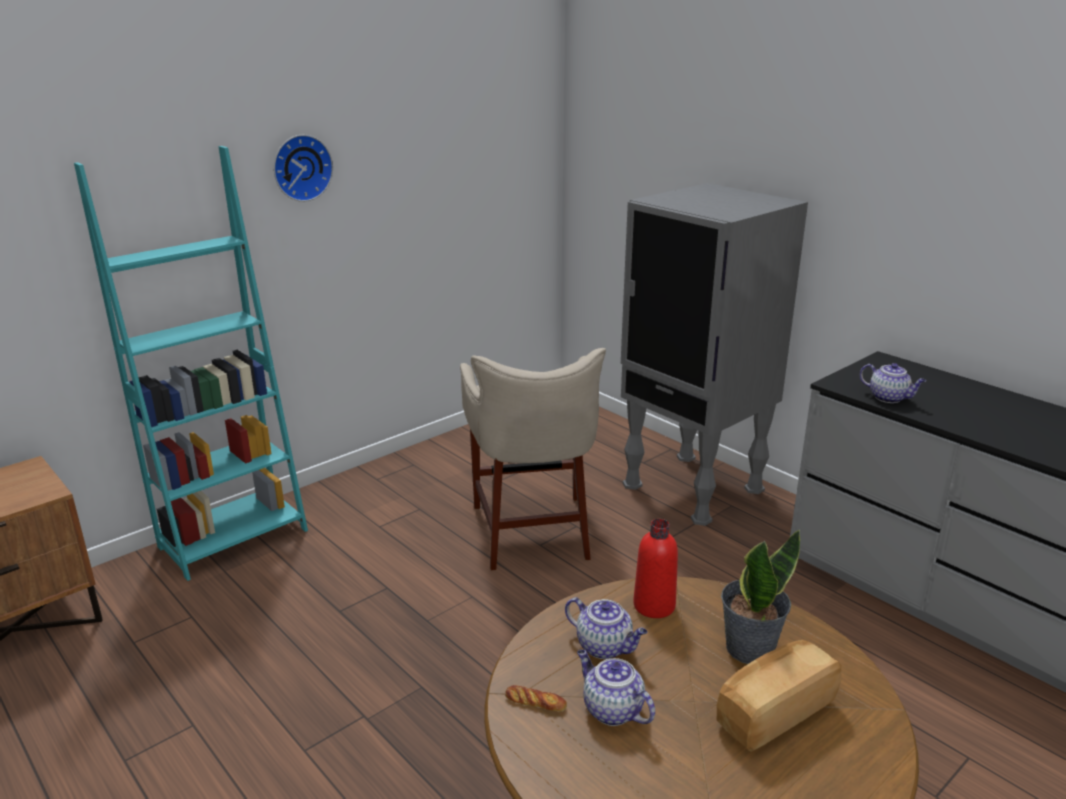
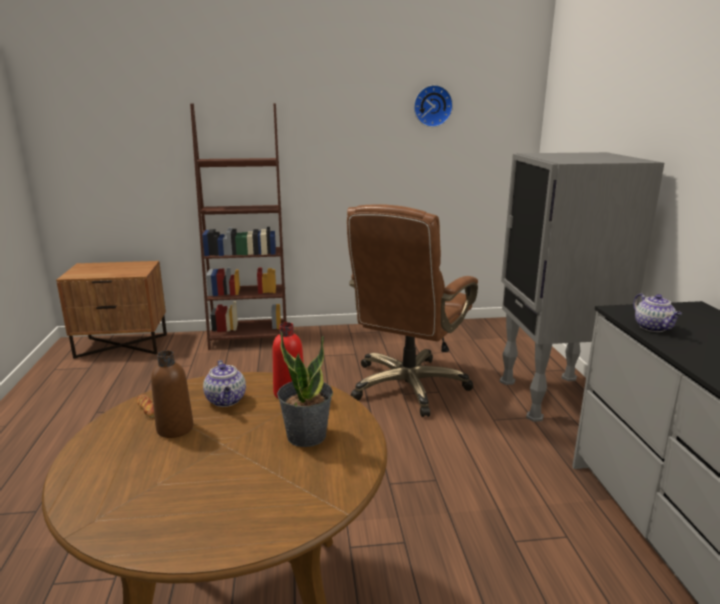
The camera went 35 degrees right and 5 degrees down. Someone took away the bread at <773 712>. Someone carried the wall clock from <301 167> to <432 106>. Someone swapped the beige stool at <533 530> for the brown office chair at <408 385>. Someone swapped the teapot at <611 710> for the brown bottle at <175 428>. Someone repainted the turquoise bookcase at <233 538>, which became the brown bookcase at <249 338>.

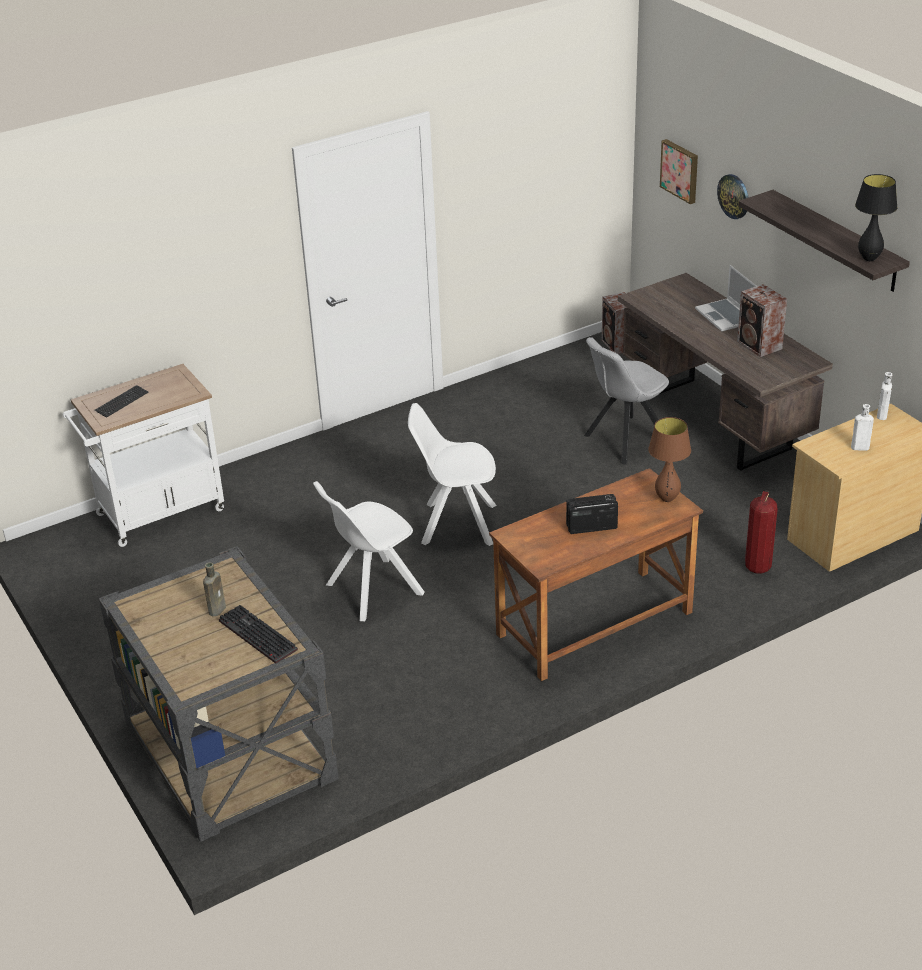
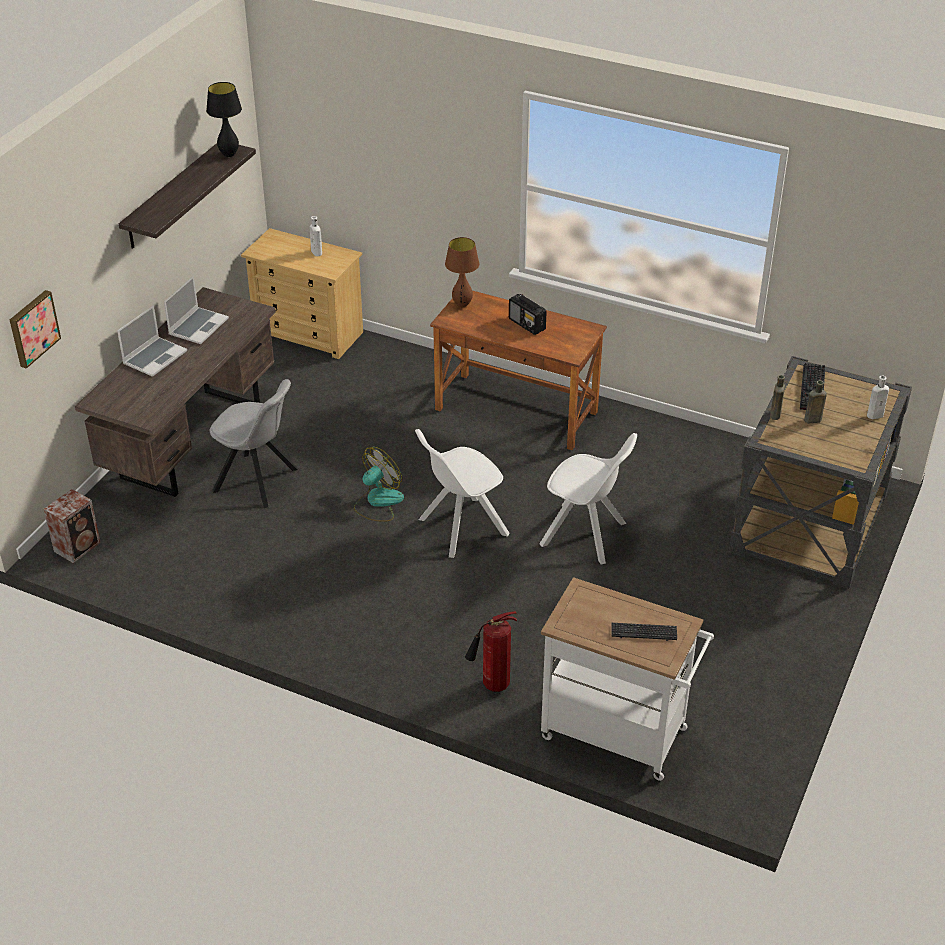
The camera went 125 degrees left and 5 degrees up. Someone took away the wall clock at <734 196>. Someone put down the fan at <378 502>. Someone put down the brown bottle at <775 413>. Someone carried the fire extinguisher from <757 566> to <492 686>. Someone carried the white bottle from <882 416> to <876 415>. Someone swapped the speaker at <760 346> for the laptop at <198 326>. Someone rotated the white chair at <456 524> by 90 degrees clockwise.

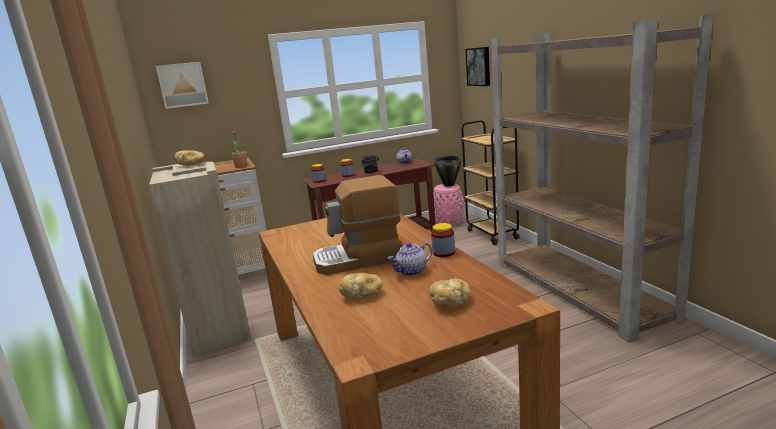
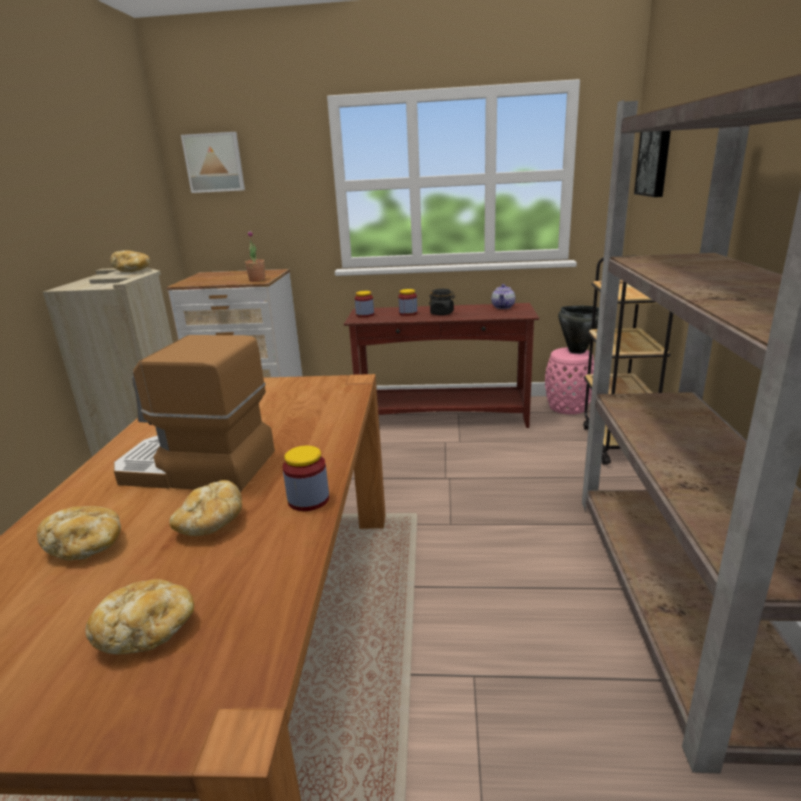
The camera went 25 degrees right and 5 degrees up. Someone swapped the teapot at <412 271> for the bread at <211 525>.

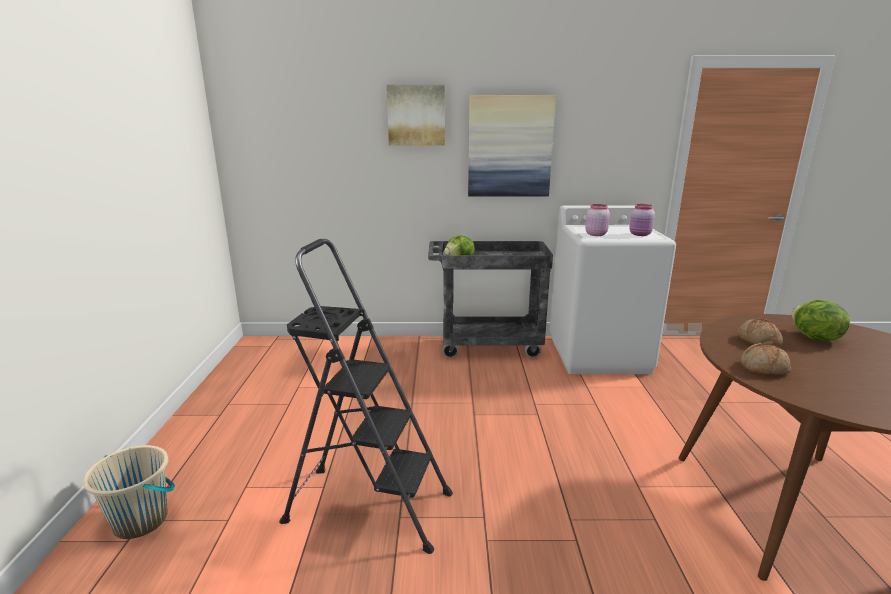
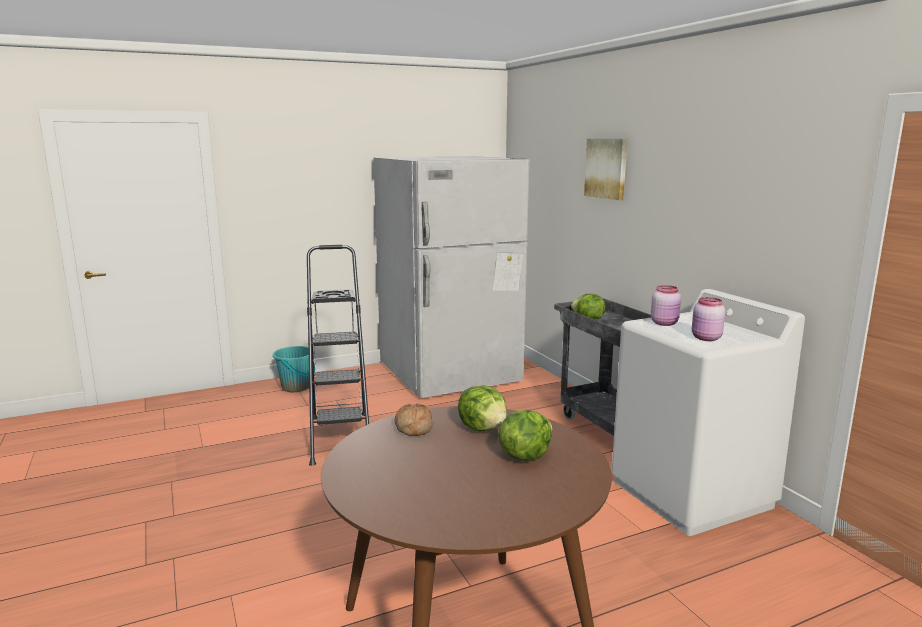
The camera went 65 degrees right and 5 degrees down. Someone took away the picture at <509 147>. Someone put down the white fridge at <450 373>. Someone swapped the bread at <757 341> for the lettuce at <483 428>. Someone repainted the beige bucket at <141 520>, which became the turquoise bucket at <296 387>.

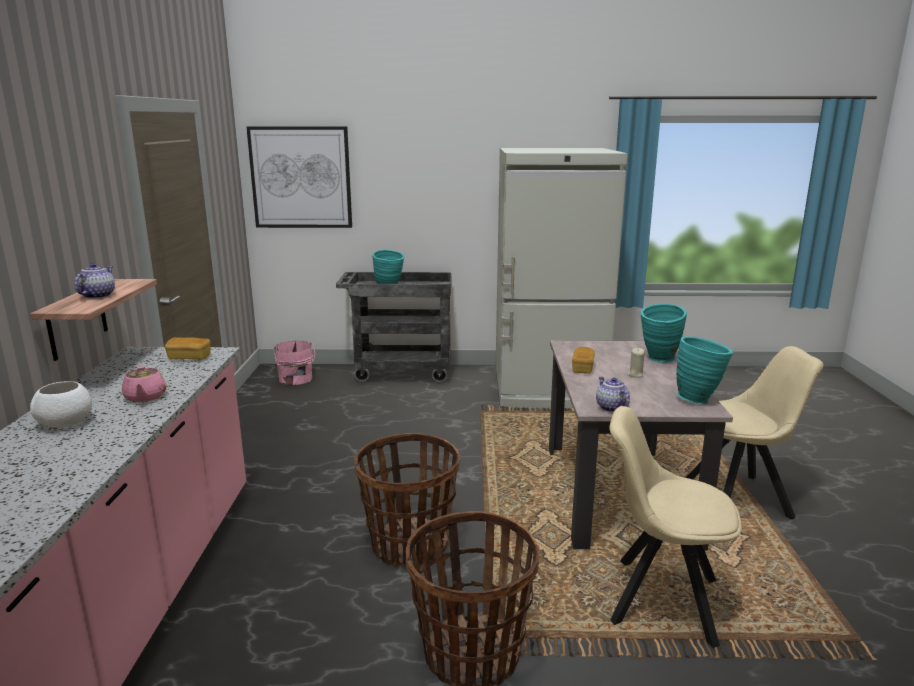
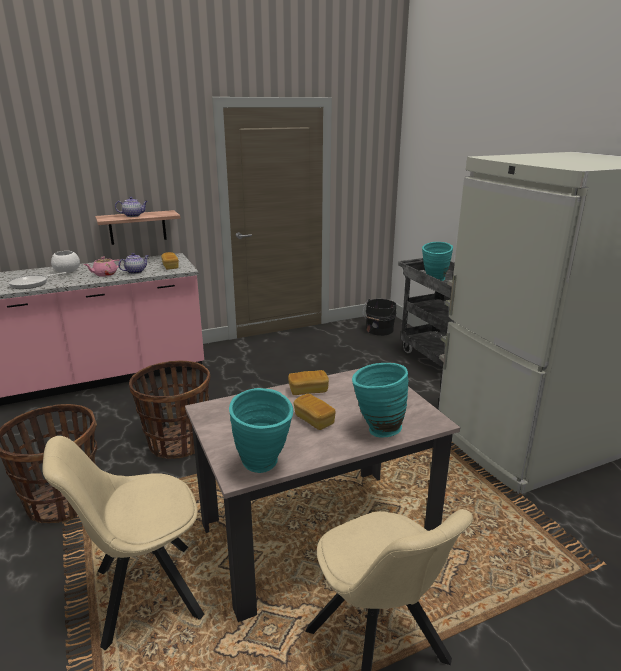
The camera went 65 degrees right and 5 degrees up. Someone took away the picture at <301 177>. Someone put down the frying pan at <32 284>. Someone carried the teapot from <611 407> to <135 272>. Someone swapped the beige candle at <635 374> for the bread at <314 420>. Someone repainted the pink bucket at <295 379>, which became the black bucket at <379 330>. Someone rotated the beige chair at <660 599> by 105 degrees counterclockwise.

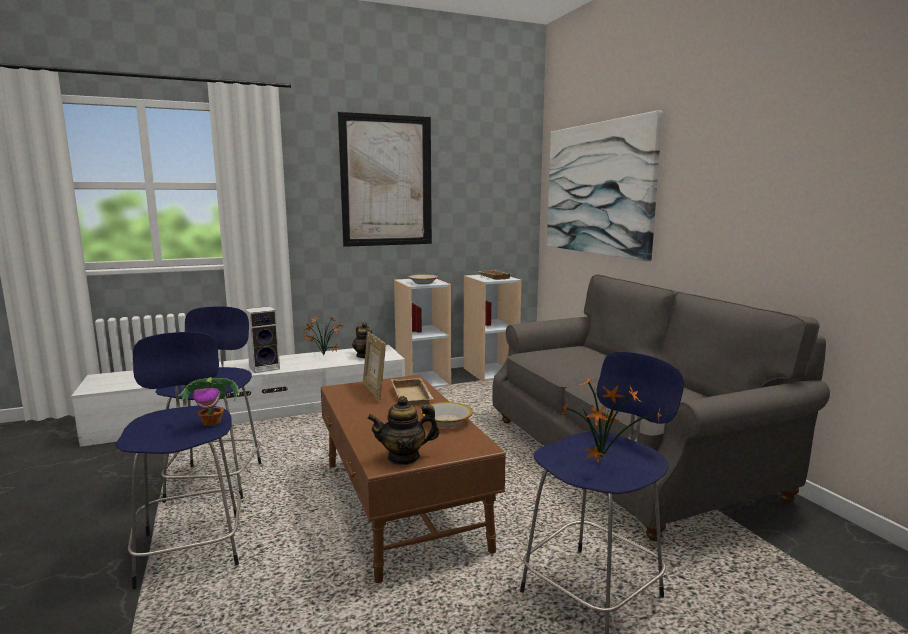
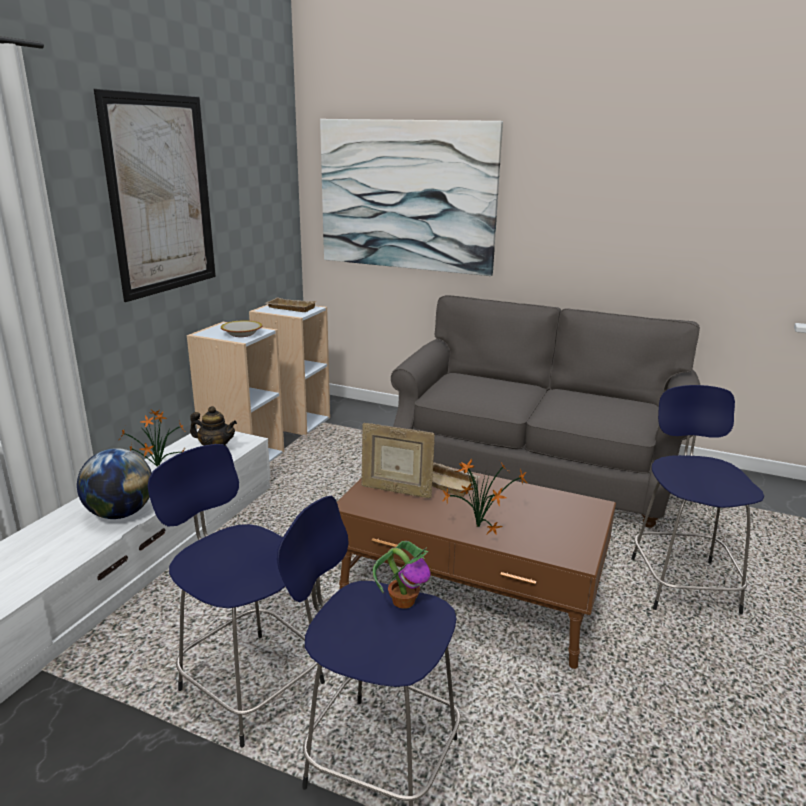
The camera went 45 degrees left and 10 degrees up. Someone took away the teapot at <404 457>. Someone took away the bowl at <446 421>. Someone carried the potted plant from <602 457> to <477 526>. Someone swapped the speaker at <265 368> for the globe at <120 513>.

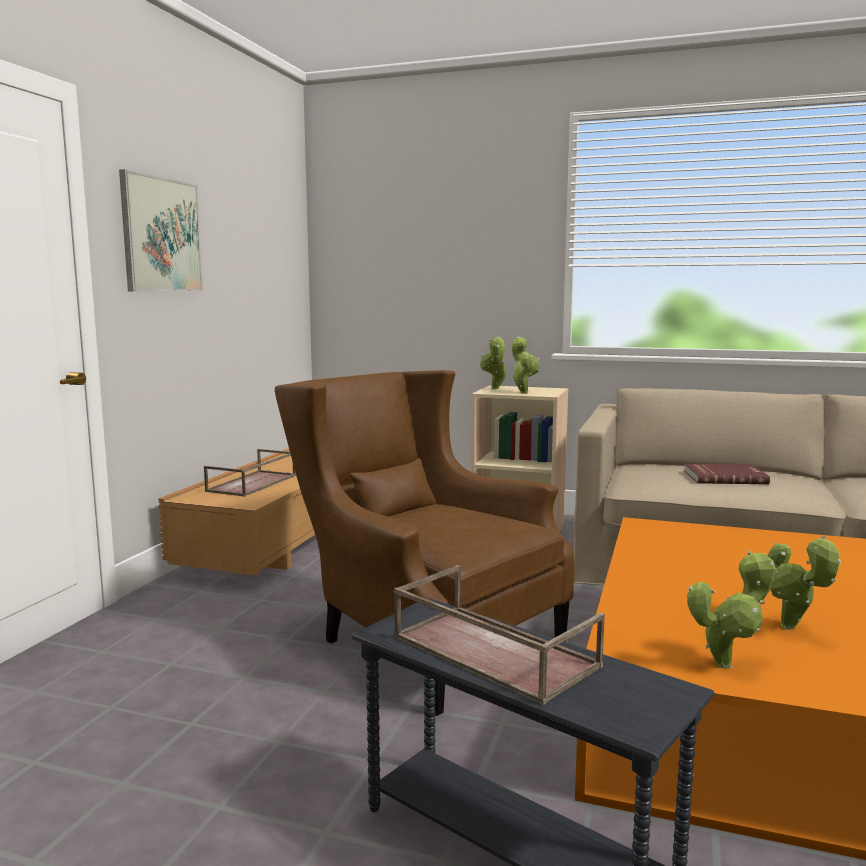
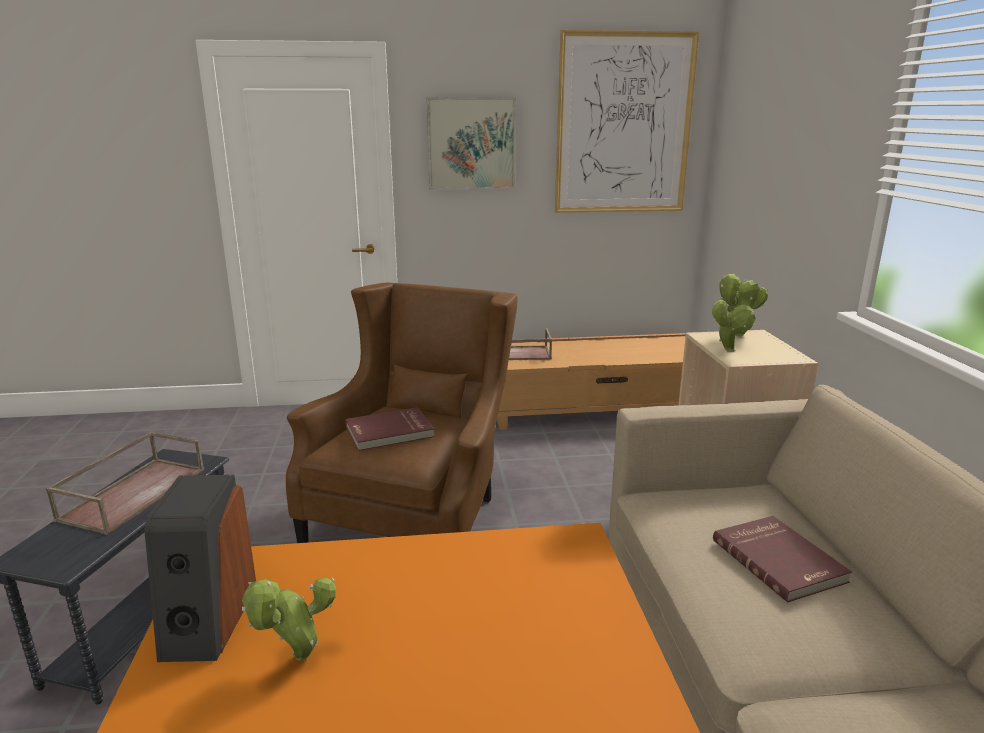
The camera went 65 degrees right and 10 degrees up. Someone put down the red book at <390 432>. Someone put up the picture at <623 124>. Someone swapped the potted plant at <728 663> for the speaker at <208 620>.

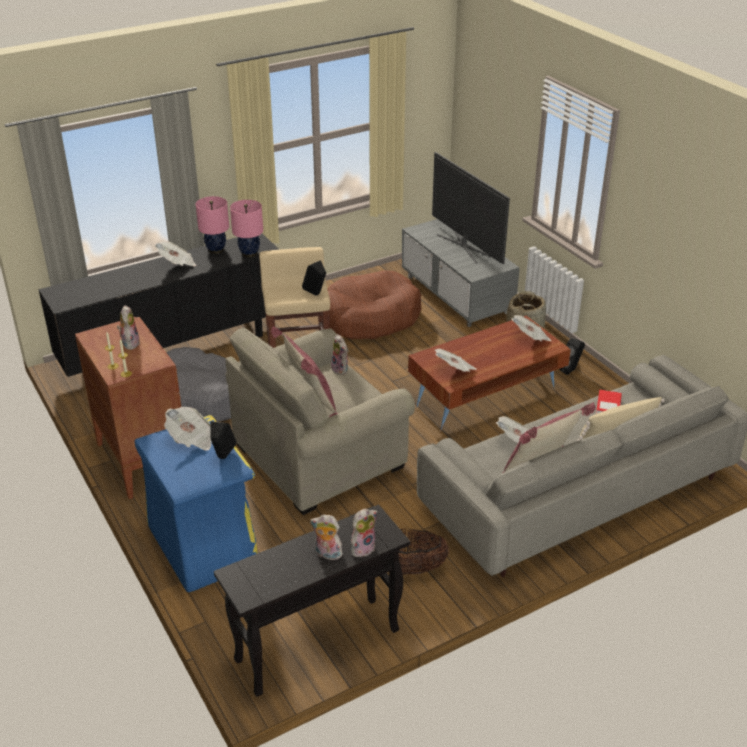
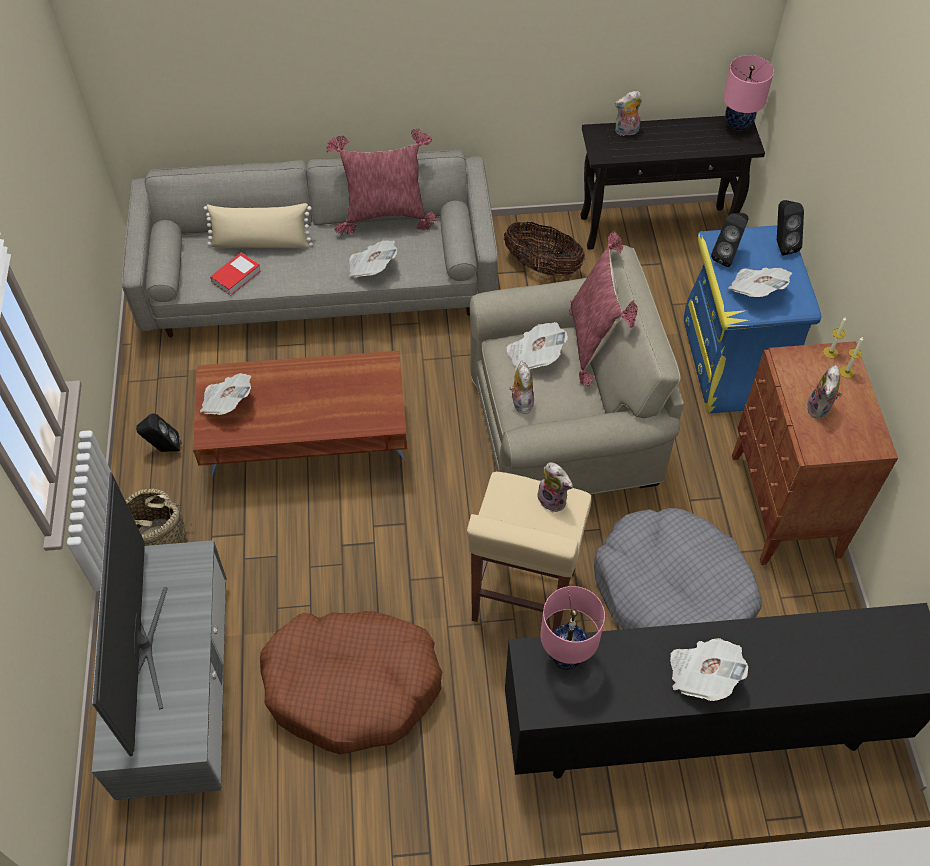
The camera went 155 degrees left and 20 degrees up. Someone carried the pink table lamp from <215 250> to <737 126>. Someone carried the black speaker from <316 295> to <781 244>. Someone carried the plush toy from <327 554> to <554 499>. Someone carried the newspaper from <455 370> to <534 356>.

